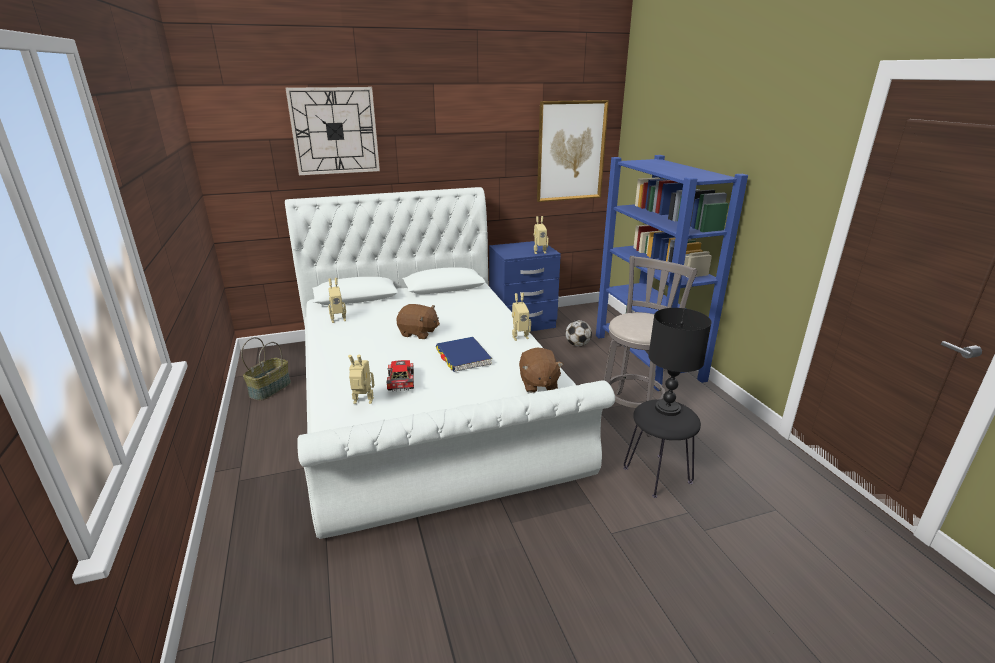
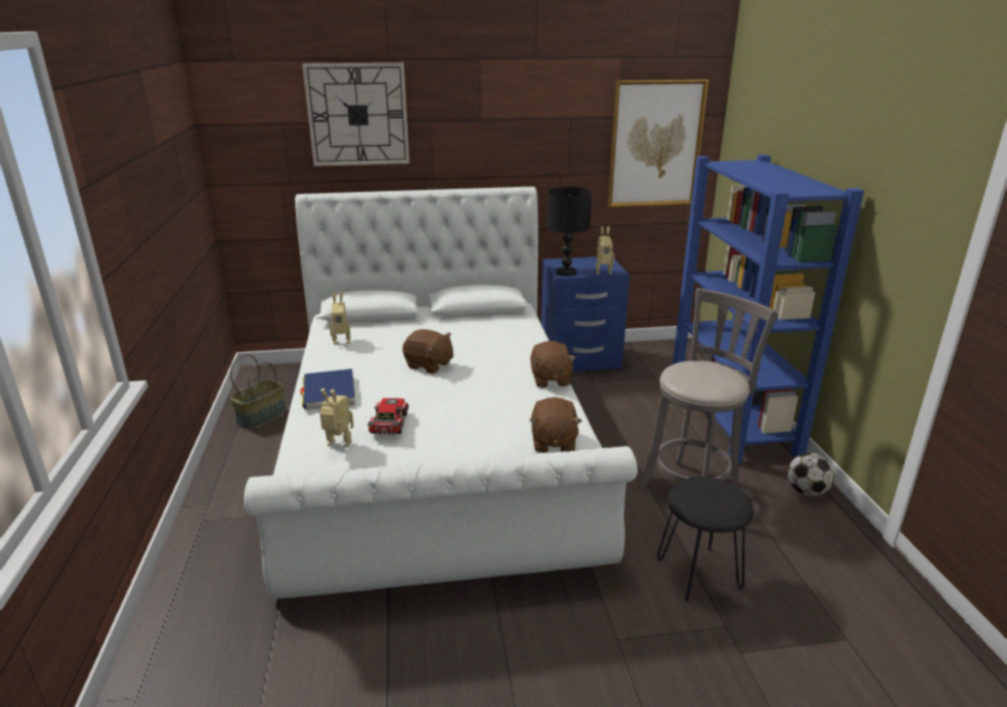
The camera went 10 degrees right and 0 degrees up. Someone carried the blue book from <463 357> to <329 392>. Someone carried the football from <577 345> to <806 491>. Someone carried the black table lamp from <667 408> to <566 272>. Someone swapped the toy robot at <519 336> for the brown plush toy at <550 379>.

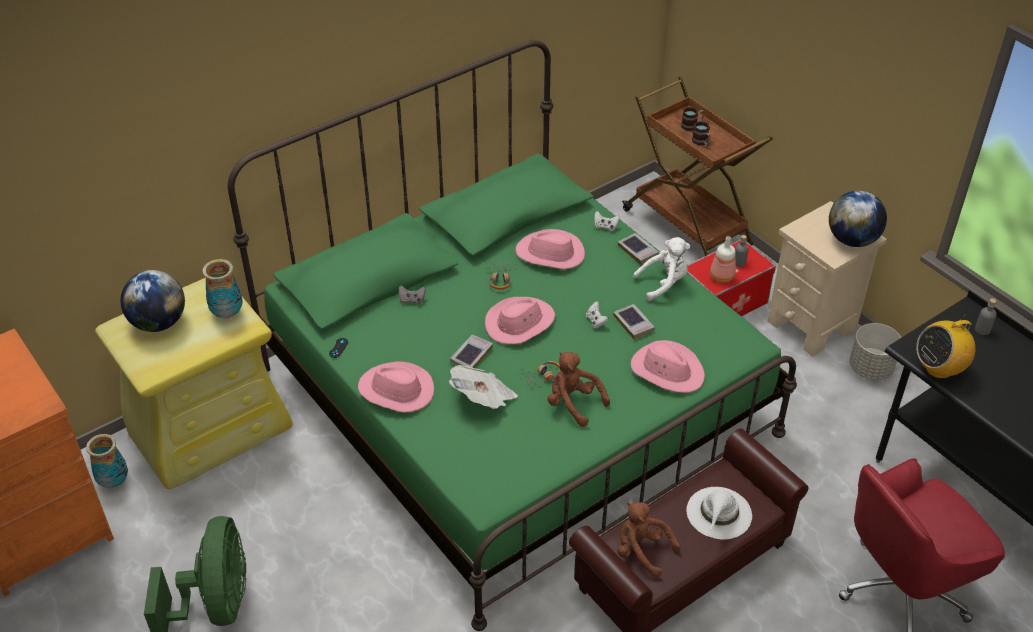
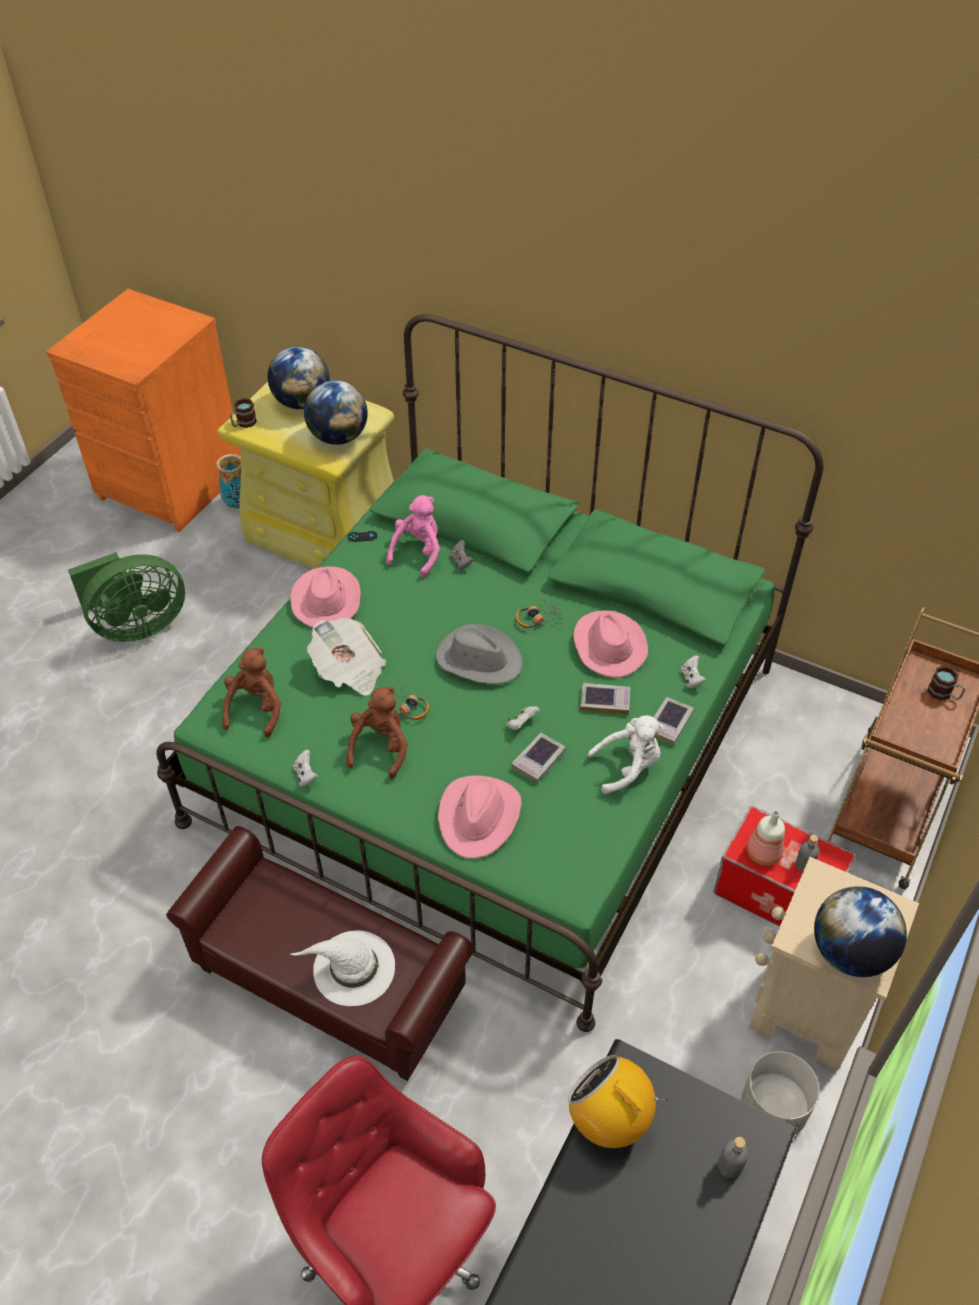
The camera went 65 degrees right and 5 degrees up. Someone put down the white game controller at <305 775>. Someone put down the pink plush toy at <418 552>. Someone carried the book from <471 355> to <605 701>. Someone carried the brown plush toy from <642 551> to <256 708>. Someone carried the mug from <701 142> to <243 424>. Someone swapped the vase at <227 313> for the globe at <338 437>. Someone repainted the pink hat at <520 323>, which became the grey hat at <479 659>. Someone rotated the white plush toy at <663 283> by 60 degrees counterclockwise.

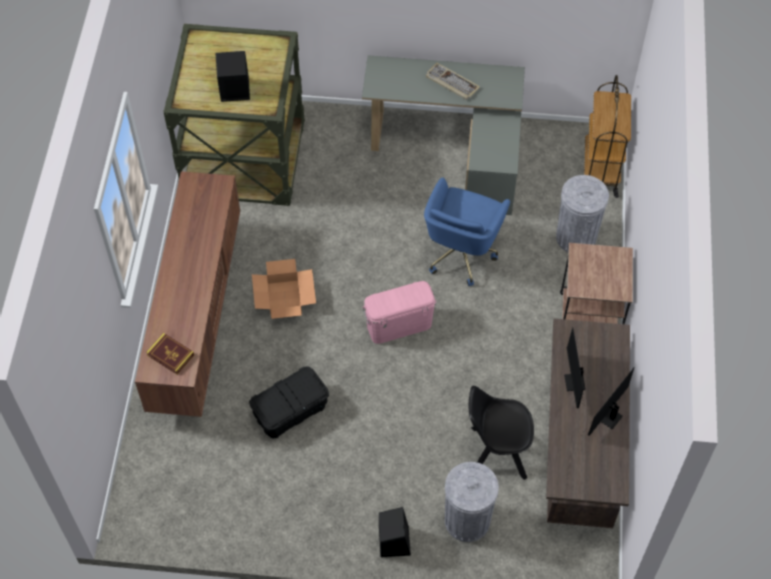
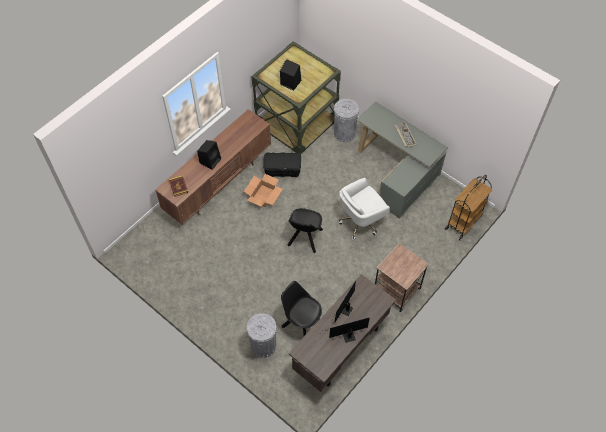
The camera went 35 degrees right and 0 degrees up. Someone carried the black storage box from <290 411> to <282 170>. Someone carried the black speaker from <394 540> to <210 160>. Someone carried the grey trash can from <576 237> to <344 133>. Someone swapped the pink storage box at <399 325> for the black chair at <304 238>. Someone repainted the blue office chair at <461 253>, which became the white office chair at <361 223>.

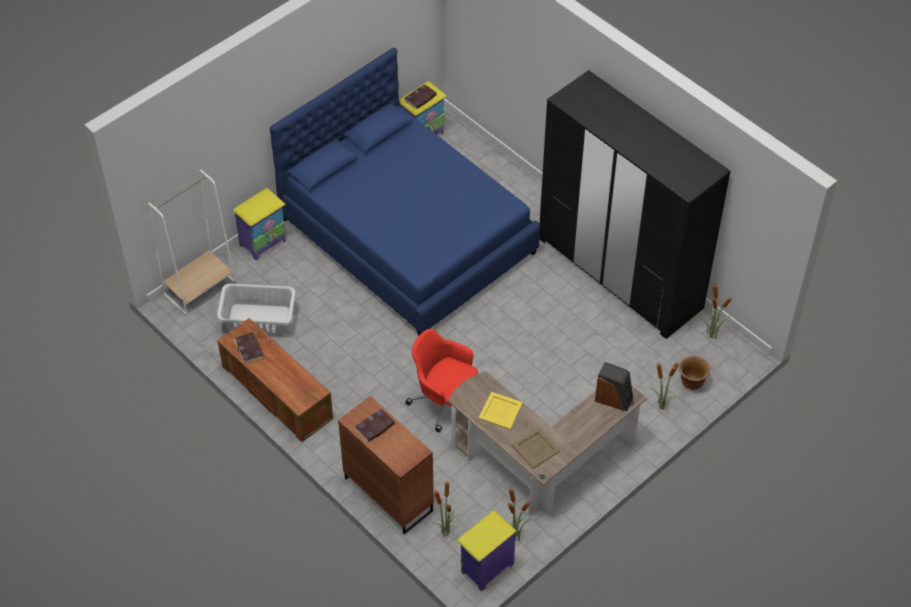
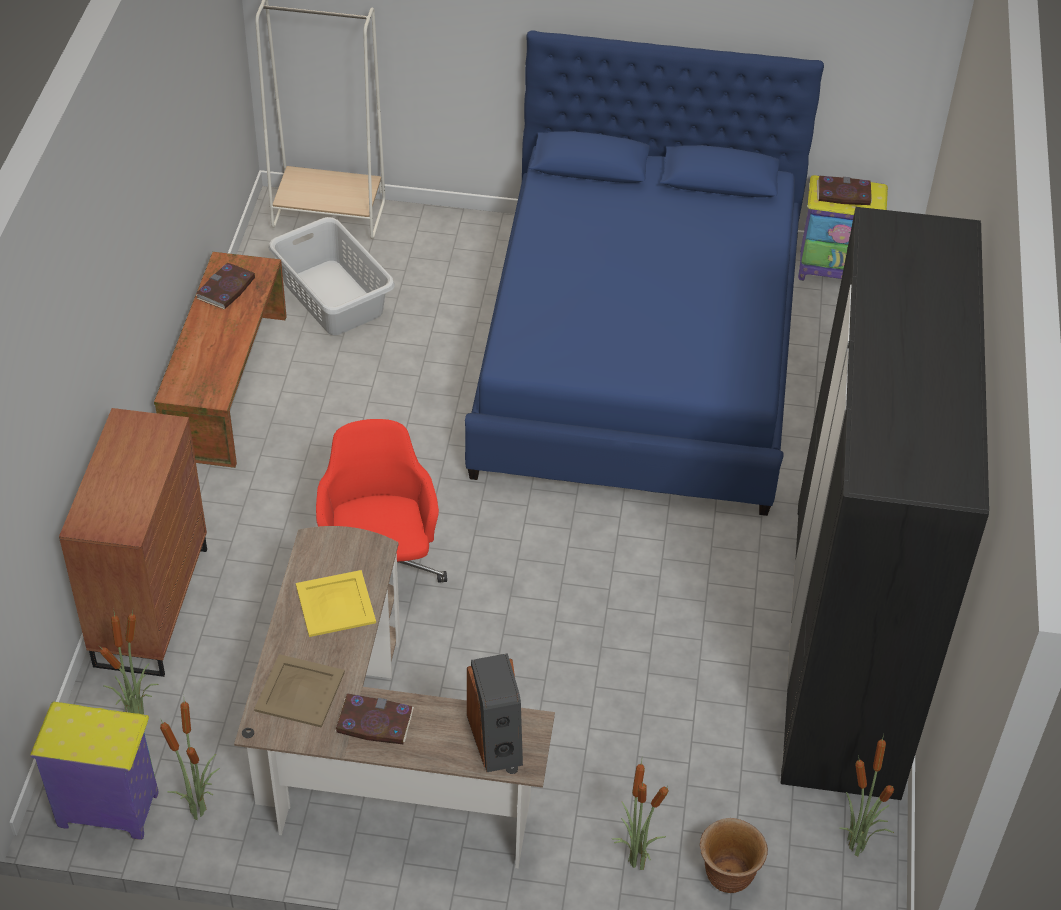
The camera went 50 degrees right and 5 degrees down. Someone took away the nightstand at <264 243>. Someone carried the book from <374 427> to <374 722>.

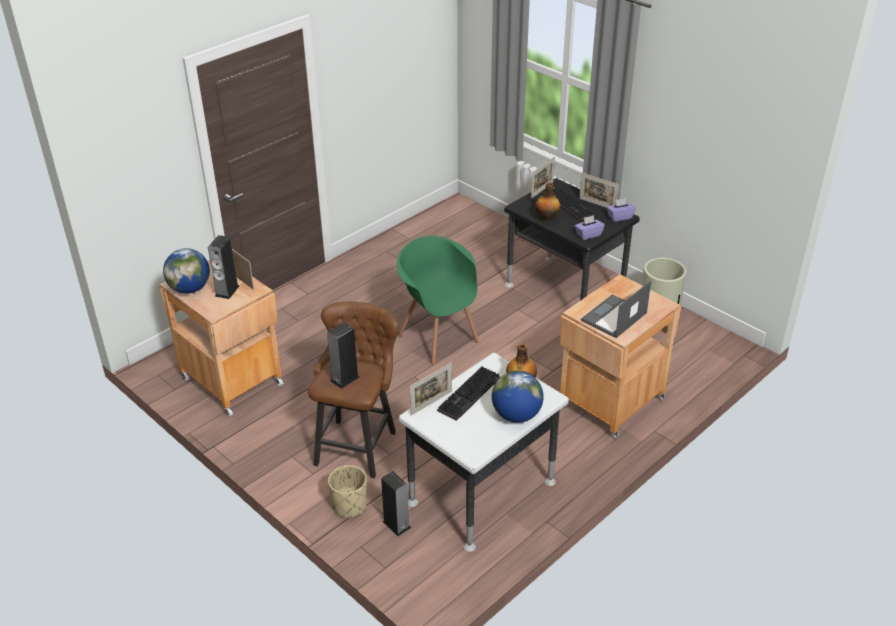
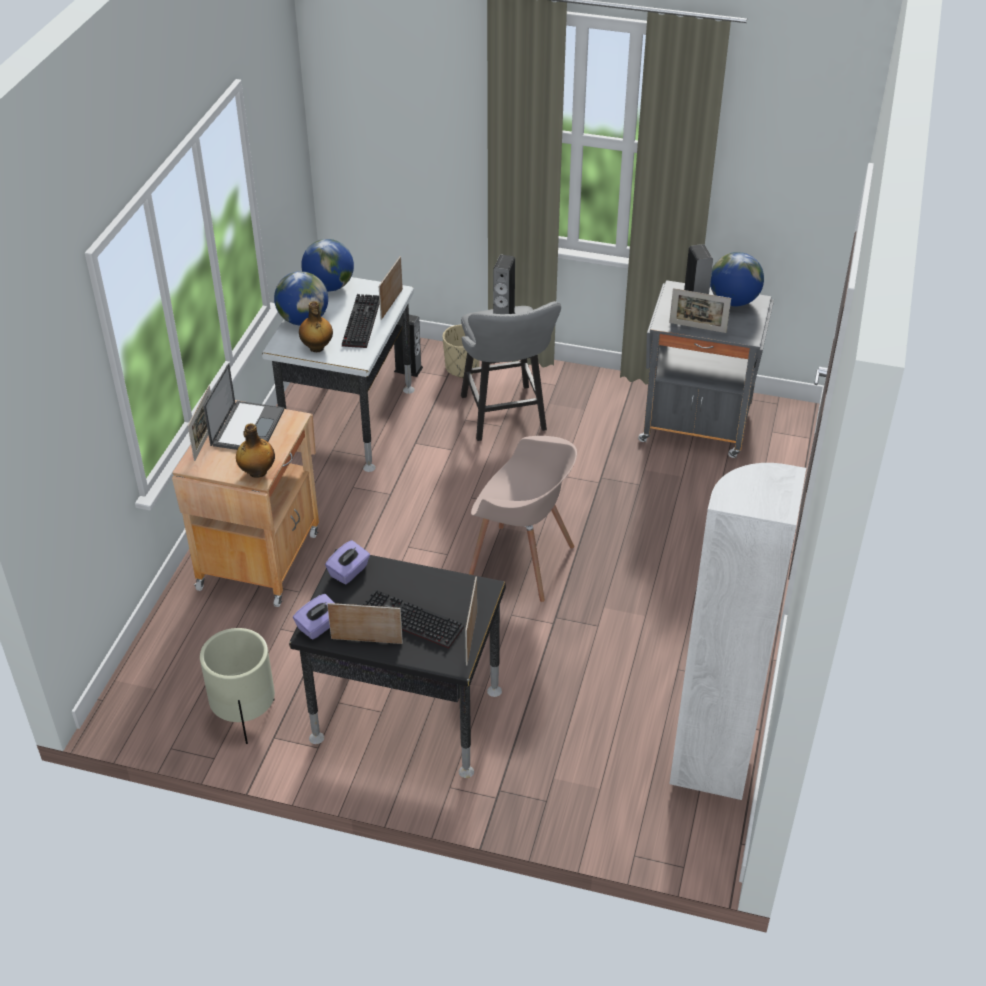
The camera went 150 degrees right and 5 degrees up. Someone put down the picture frame at <205 440>. Someone put down the globe at <329 287>. Someone put down the white bookcase at <712 772>. Someone carried the bottle from <547 218> to <257 472>. Someone repainted the brown cart at <231 380>, which became the grey cart at <697 426>. Someone repainted the brown stool at <359 441>, which became the grey stool at <506 420>. Someone repainted the green chair at <438 338>, which became the beige chair at <523 563>.

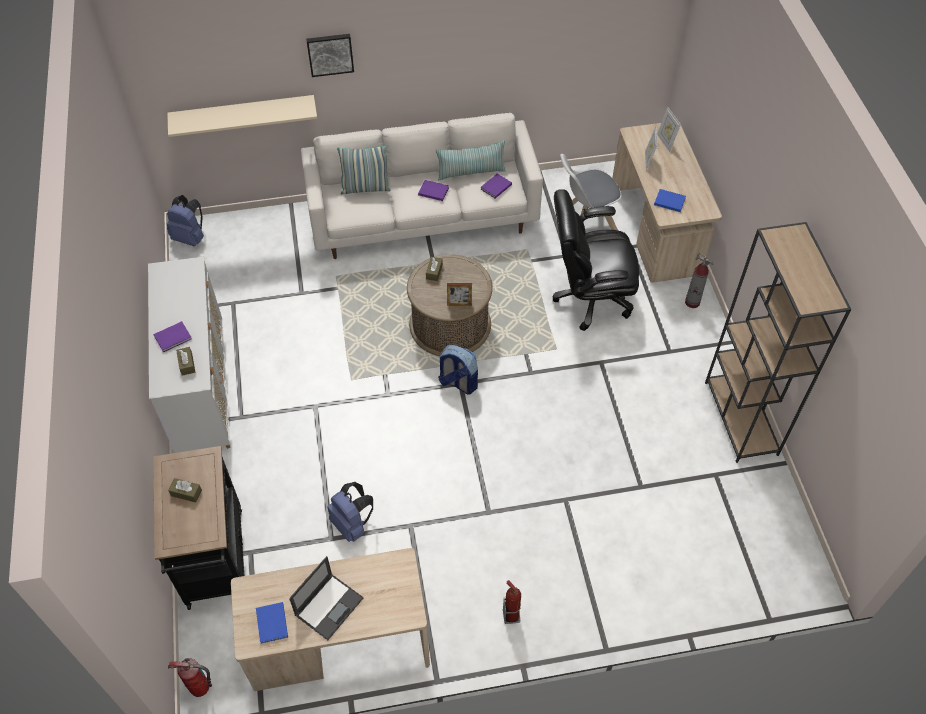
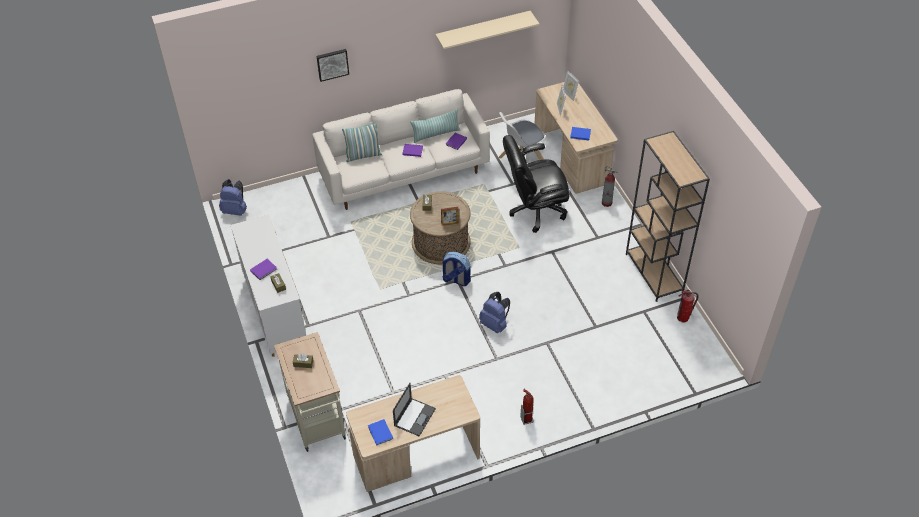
The camera went 10 degrees left and 5 degrees down. Someone carried the beige shelf from <243 114> to <483 30>. Someone carried the fire extinguisher from <200 687> to <683 318>. Someone carried the blue backpack from <352 524> to <495 324>. Someone repainted the black cart at <215 562>, which became the beige cart at <317 419>.

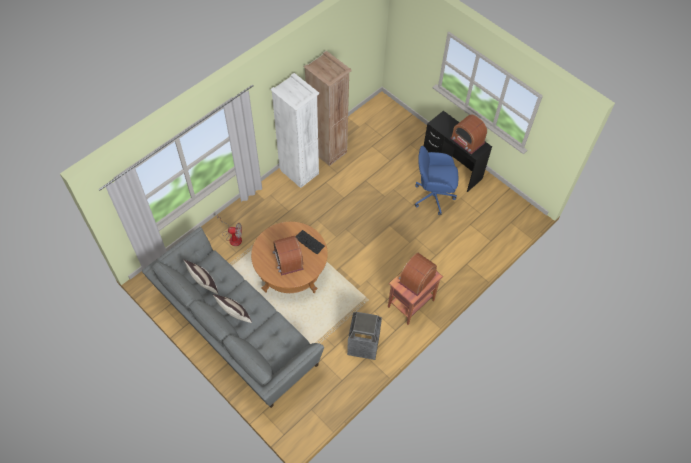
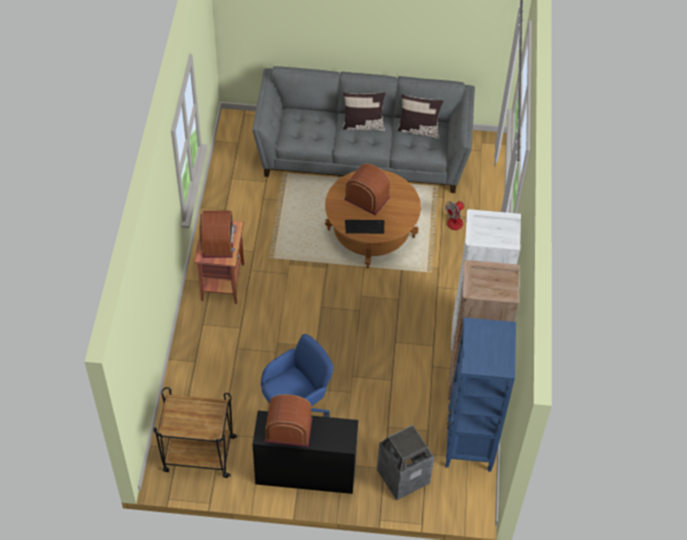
The camera went 140 degrees right and 5 degrees down. Someone put down the brown cart at <198 454>. Someone put down the blue bookcase at <469 444>. Someone carried the trash can from <363 345> to <402 477>.

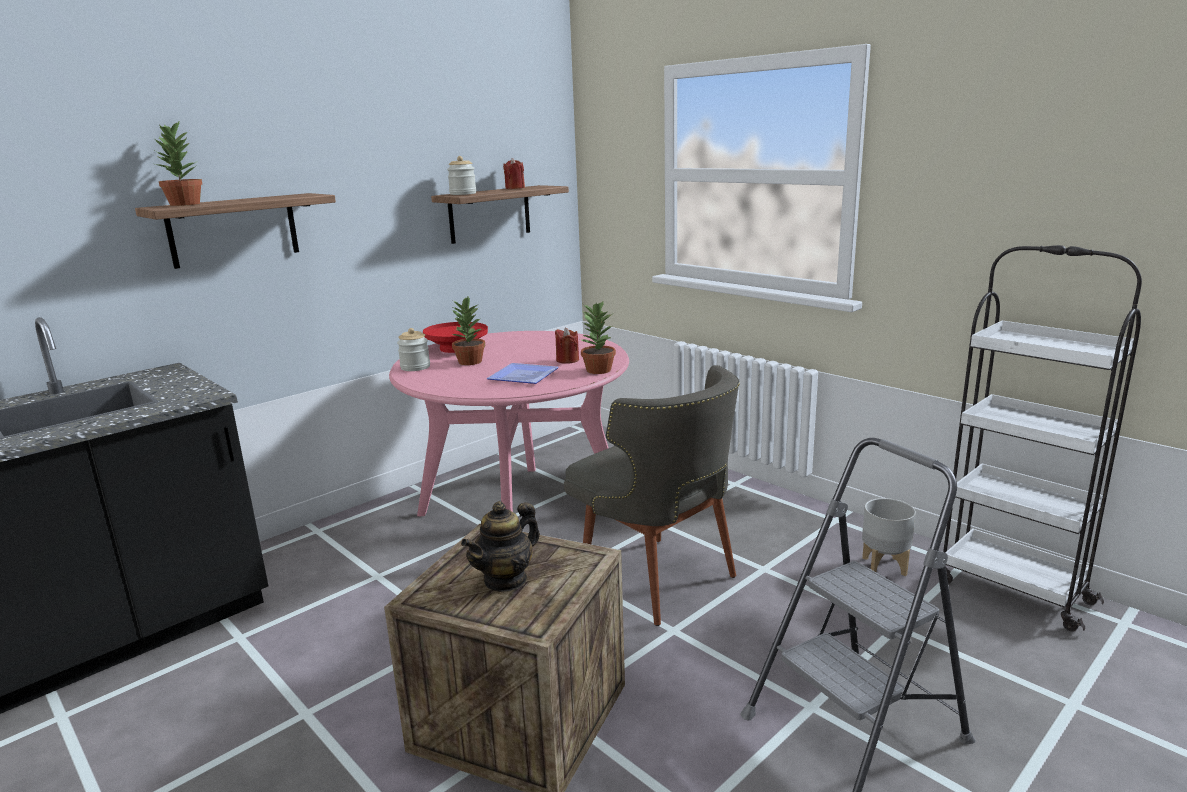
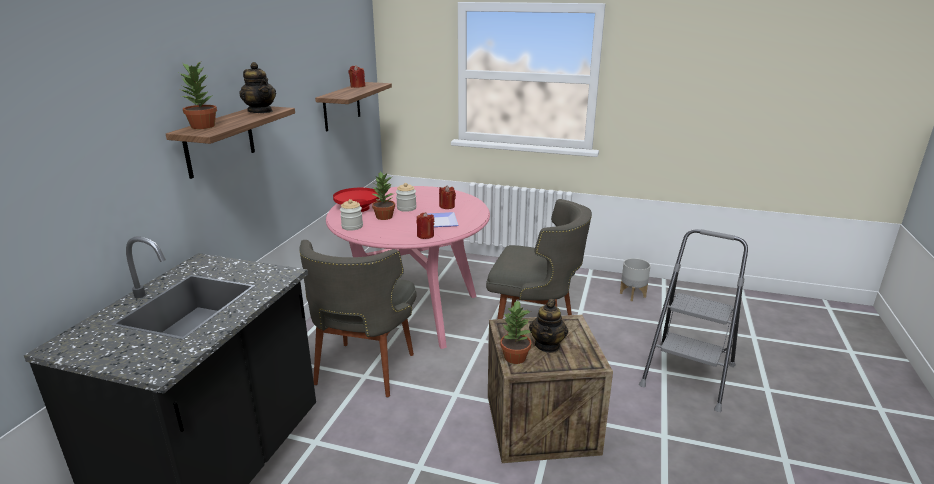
The camera went 30 degrees left and 5 degrees up. Someone took away the white cart at <1012 591>. Someone put down the teapot at <260 111>. Someone put down the grey chair at <365 369>. Someone put down the red candle at <425 235>. Someone carried the jar from <463 194> to <406 208>. Someone carried the potted plant from <598 370> to <514 357>.

